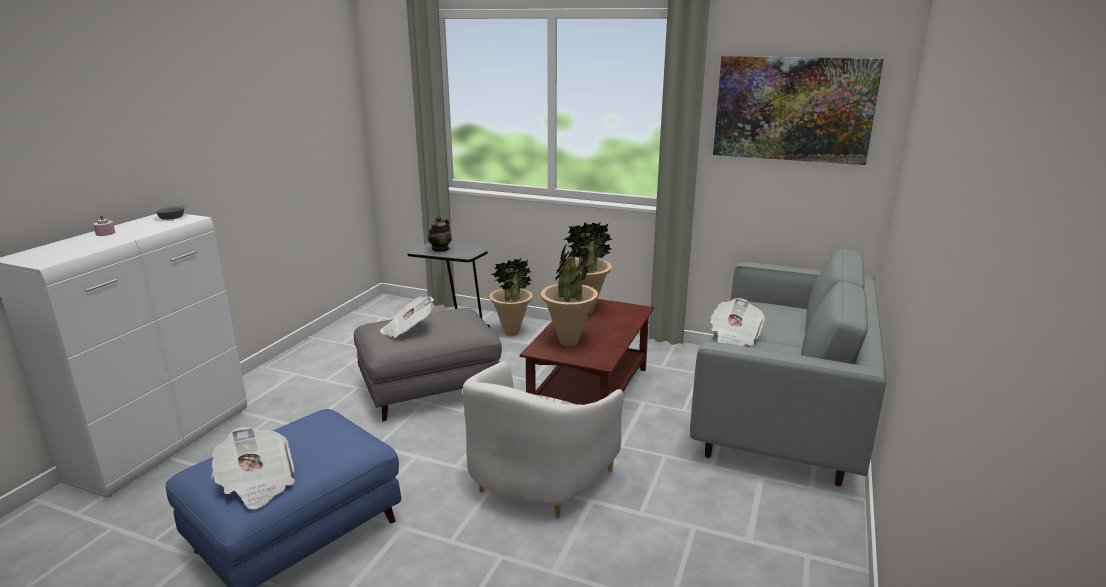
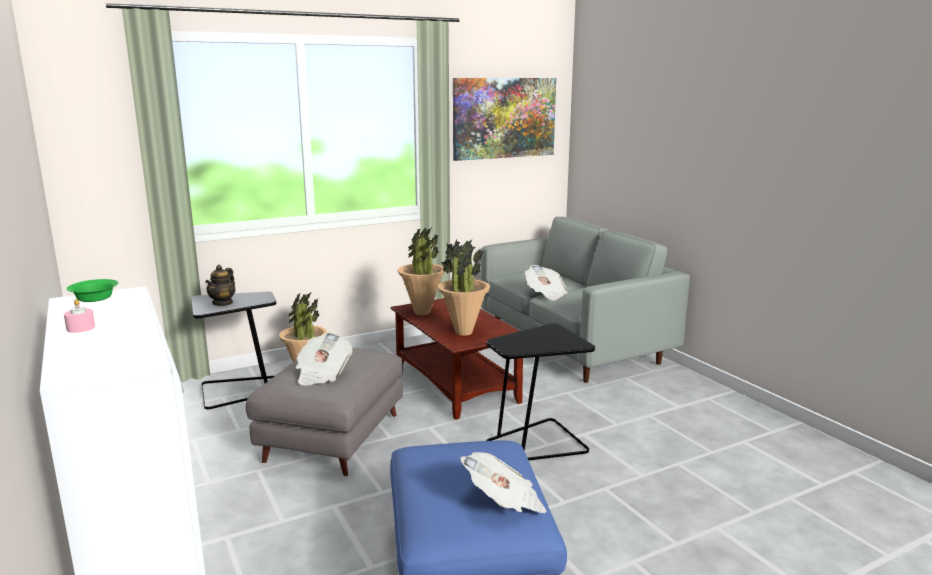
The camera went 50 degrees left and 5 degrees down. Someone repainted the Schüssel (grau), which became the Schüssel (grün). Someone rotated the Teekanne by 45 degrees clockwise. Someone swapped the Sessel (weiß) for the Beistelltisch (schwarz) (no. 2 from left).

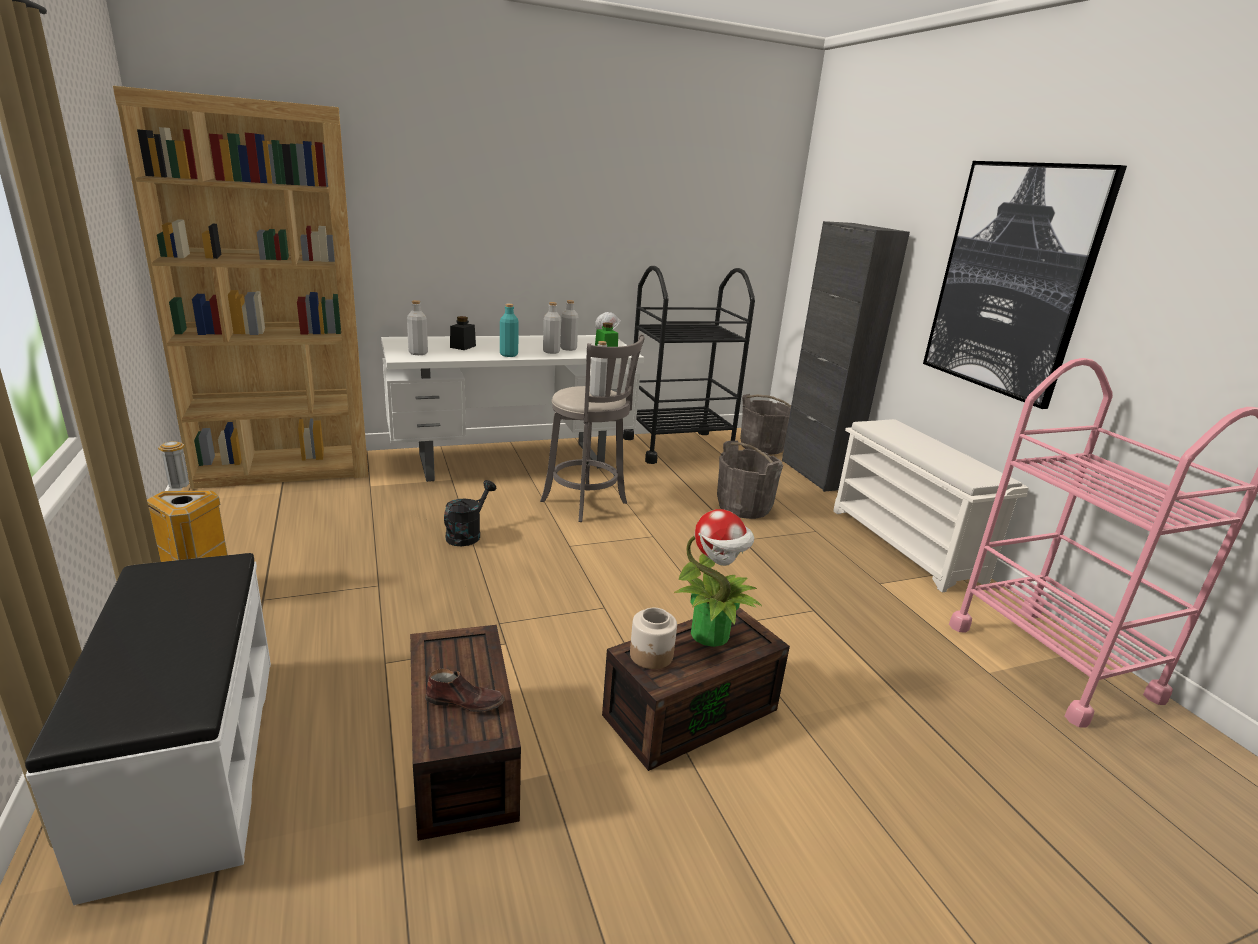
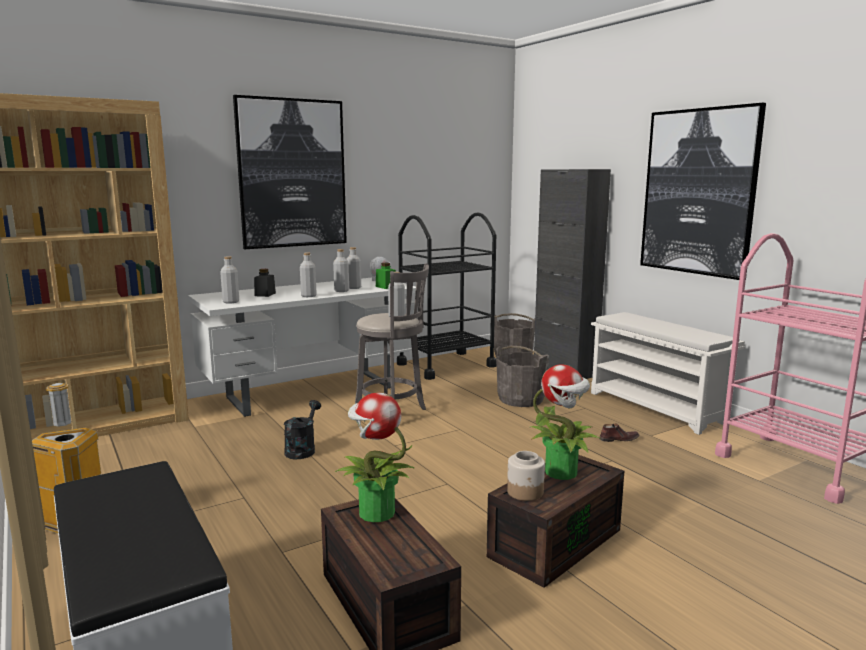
The camera went 10 degrees left and 10 degrees down. Someone carried the Schuh (braun). Someone repainted the Flasche (türkis), which became the Flasche (grau) (no. 2 from left). Someone put up the Bild (no. 1 from left). Someone put down the Topfpflanze (no. 1 from left).

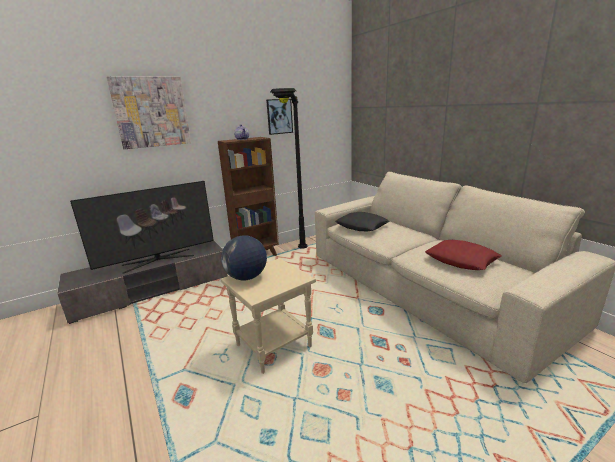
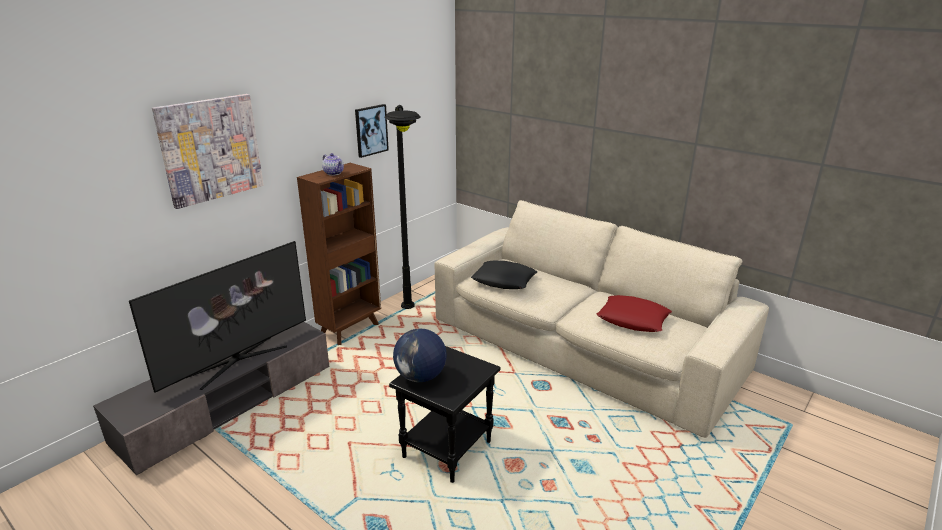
The camera went 20 degrees left and 5 degrees up. Someone repainted the Beistelltisch (beige), which became the Beistelltisch (schwarz).

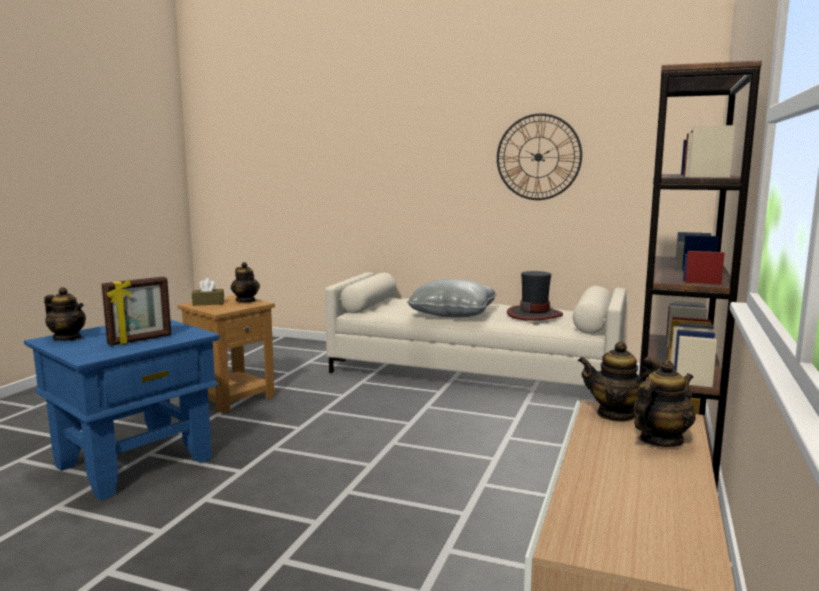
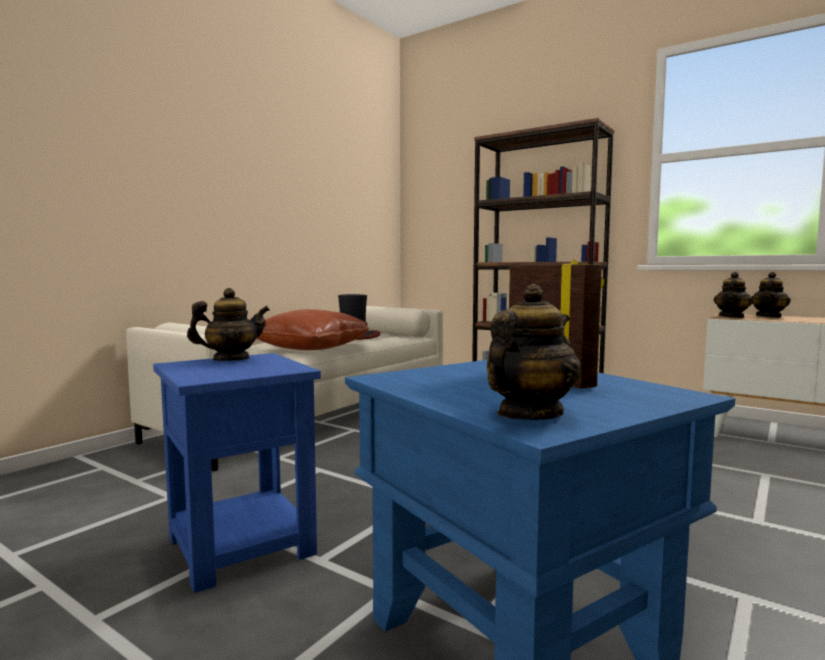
The camera went 75 degrees left and 5 degrees down. Someone repainted the Beistelltisch (braun), which became the Beistelltisch (blau) (no. 1 from left). Someone took away the Taschentuchbox (braun). Someone repainted the Kissen (grau), which became the Kissen (braun). Someone took away the Wanduhr. Someone rotated the Teekanne (no. 4 from left) by 120 degrees counterclockwise.

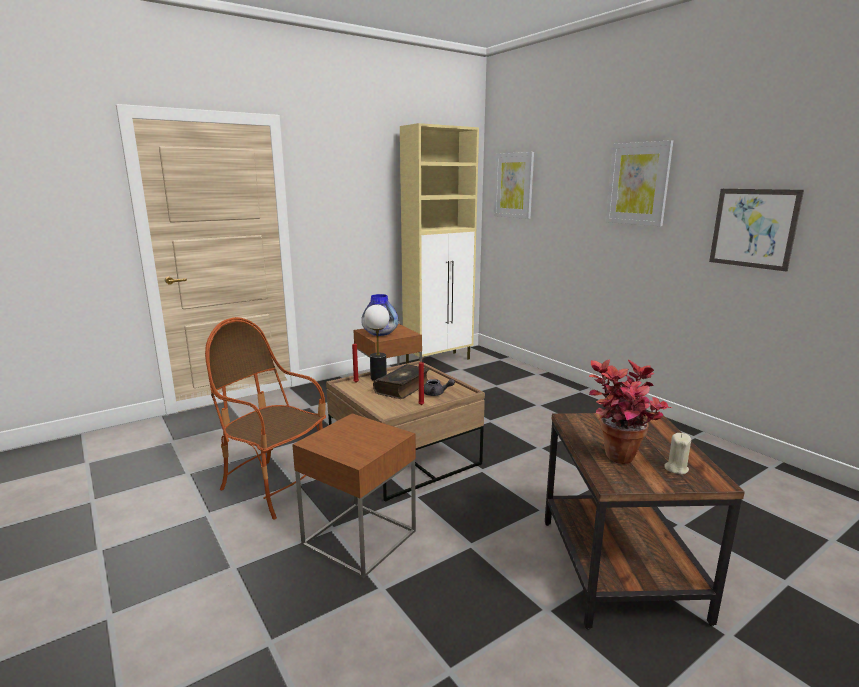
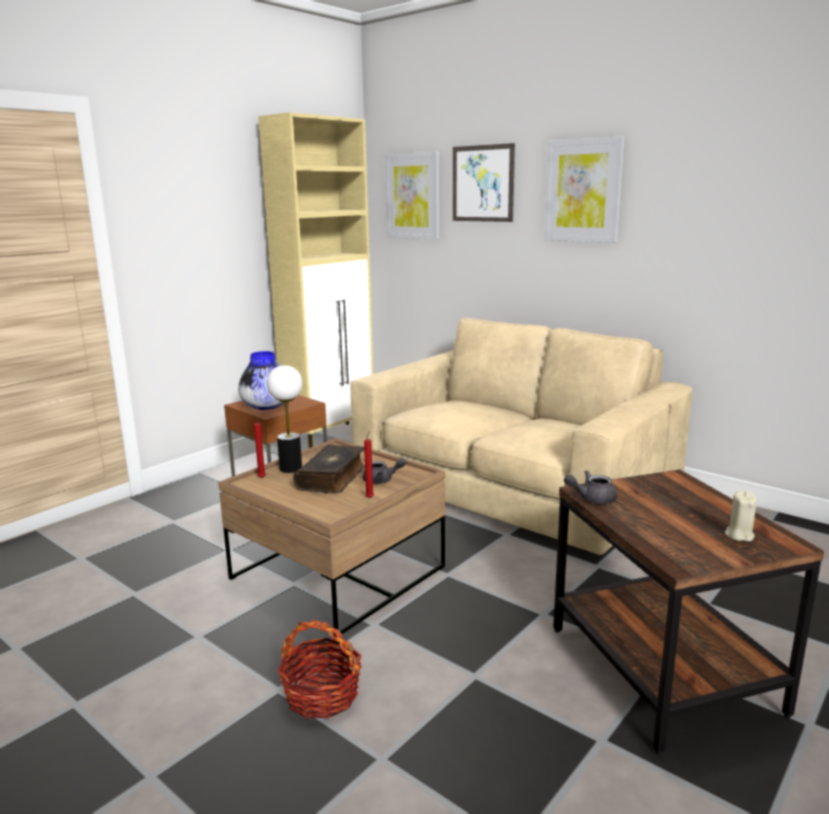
The camera went 15 degrees left and 0 degrees up. Someone took away the Sessel. Someone swapped the Beistelltisch (braun) (no. 1 from left) for the Korb. Someone took away the Topfpflanze. Someone carried the Bild (no. 3 from left in the first image). Someone put down the Sofa (beige). Someone put down the Teekanne (grau) (no. 2 from left).

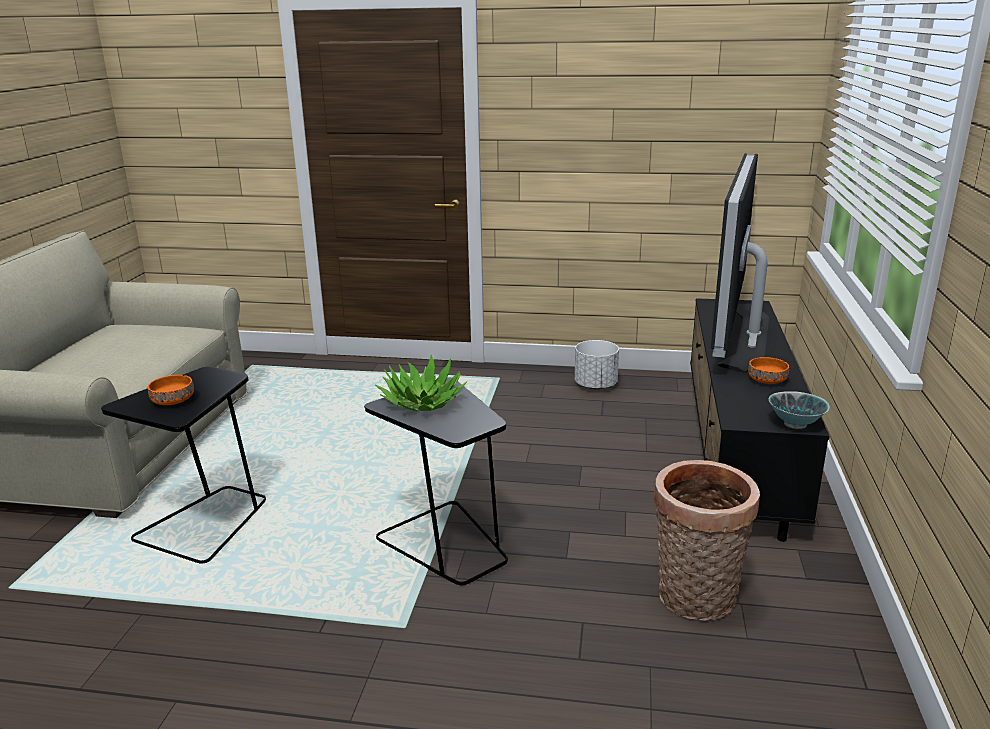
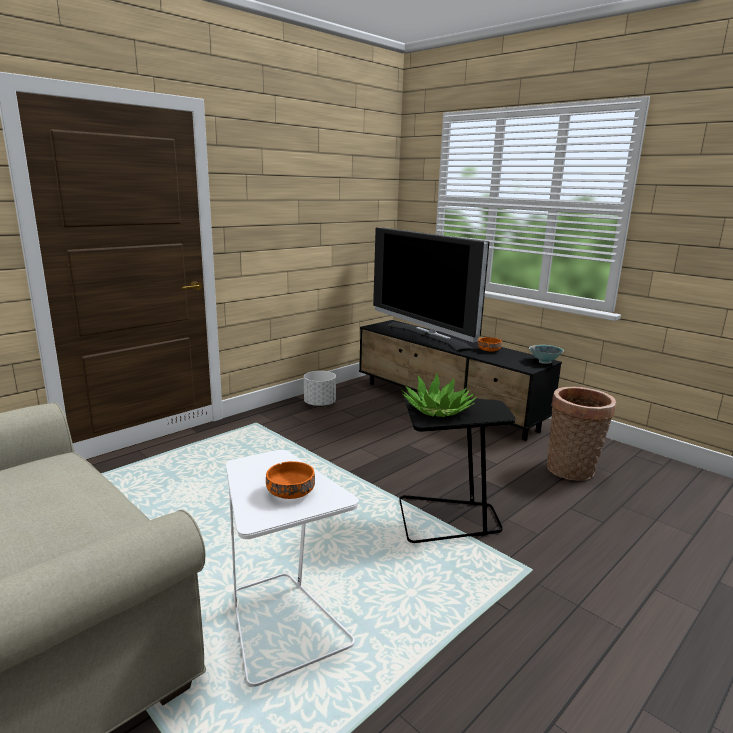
The camera went 55 degrees left and 5 degrees down. Someone repainted the Beistelltisch (schwarz) (no. 1 from left), which became the Beistelltisch (weiß).

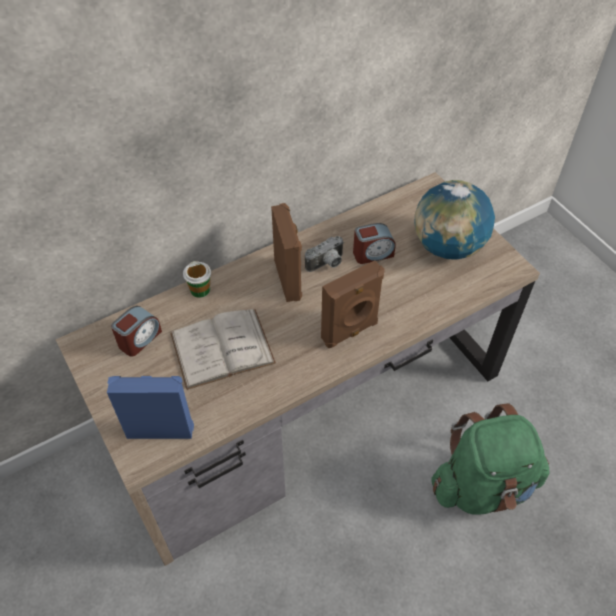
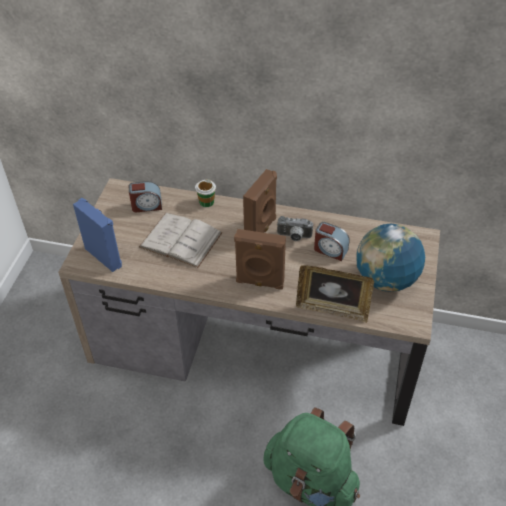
The camera went 45 degrees right and 5 degrees down. Someone put down the Bilderrahmen.

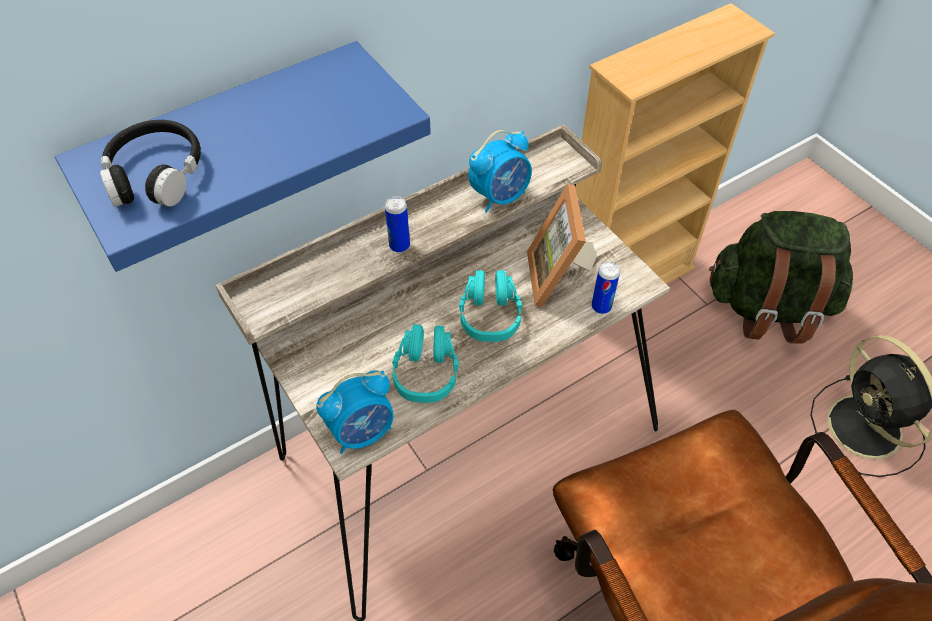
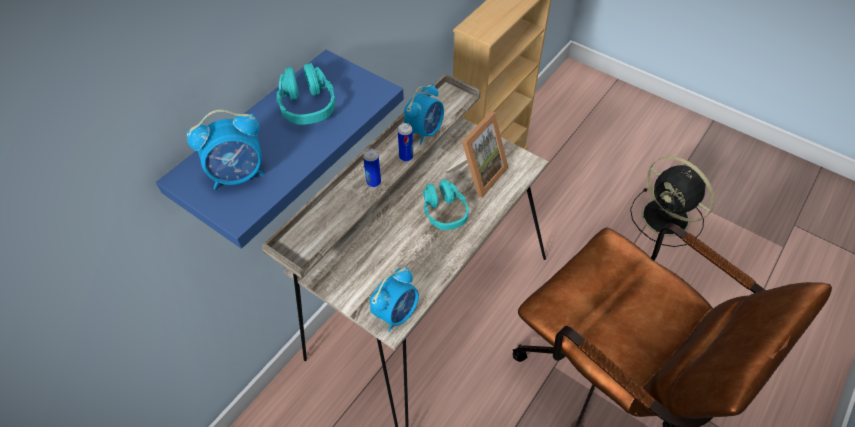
The camera went 20 degrees left and 0 degrees up. Someone swapped the Kopfhörer (schwarz) for the Wecker (no. 1 from left). Someone carried the Kopfhörer (türkis) (no. 1 from left). Someone rotated the Bilderrahmen by 120 degrees counterclockwise. Someone carried the Dose (no. 2 from left). Someone took away the Rucksack (grün).

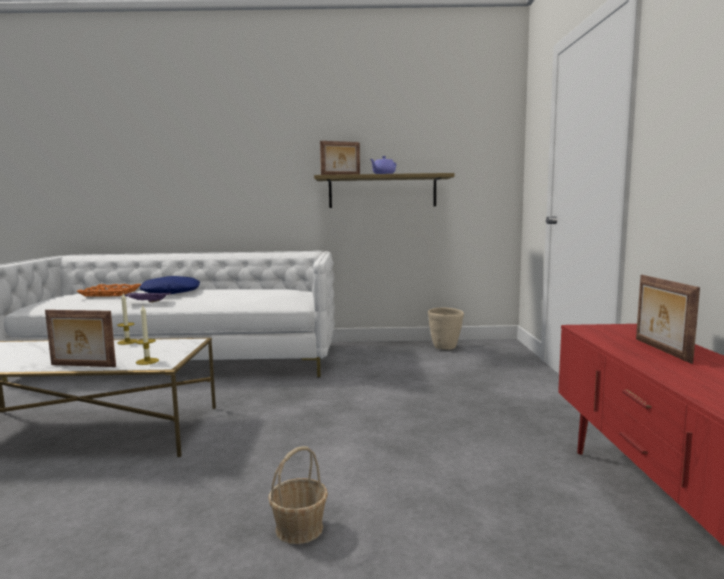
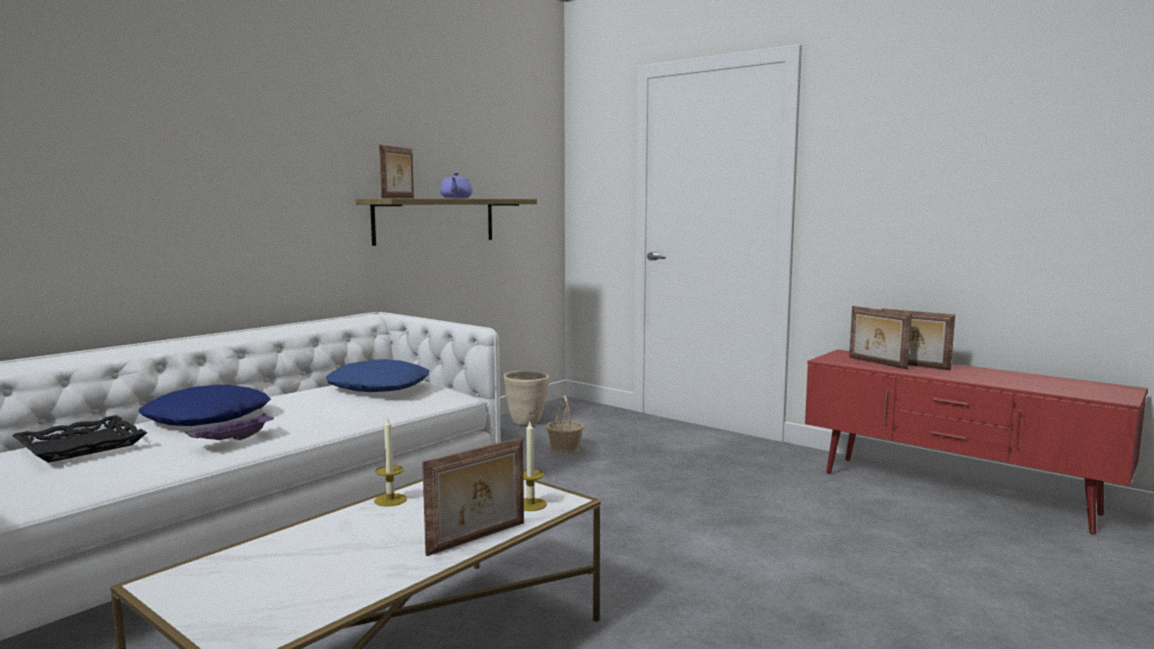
The camera went 50 degrees left and 0 degrees up. Someone repainted the Tablett (orange), which became the Tablett (schwarz). Someone carried the Korb. Someone put down the Kissen (blau) (no. 2 from left). Someone put down the Bilderrahmen (no. 3 from left).

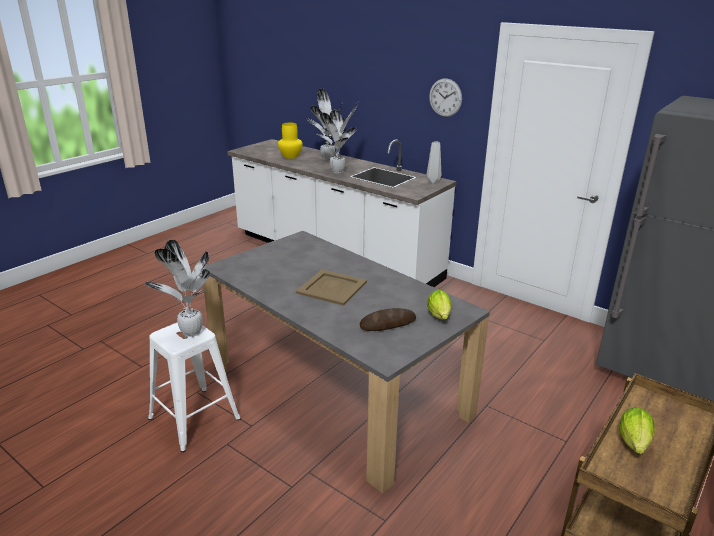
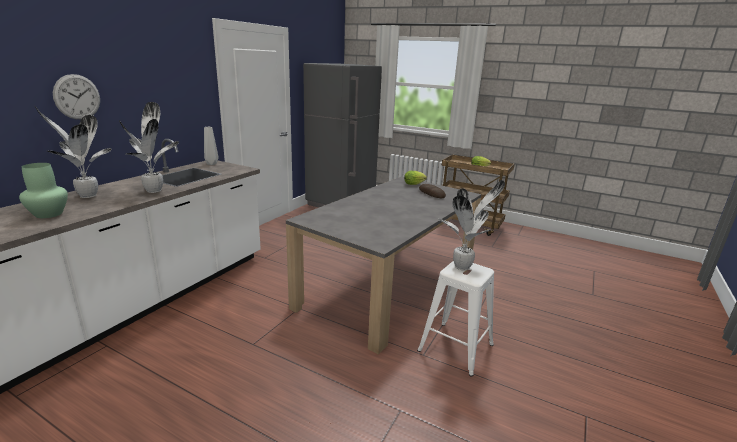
The camera went 100 degrees left and 5 degrees down. Someone repainted the Vase (gelb), which became the Vase (grün). Someone took away the Tablett (beige). Someone carried the Wanduhr.

